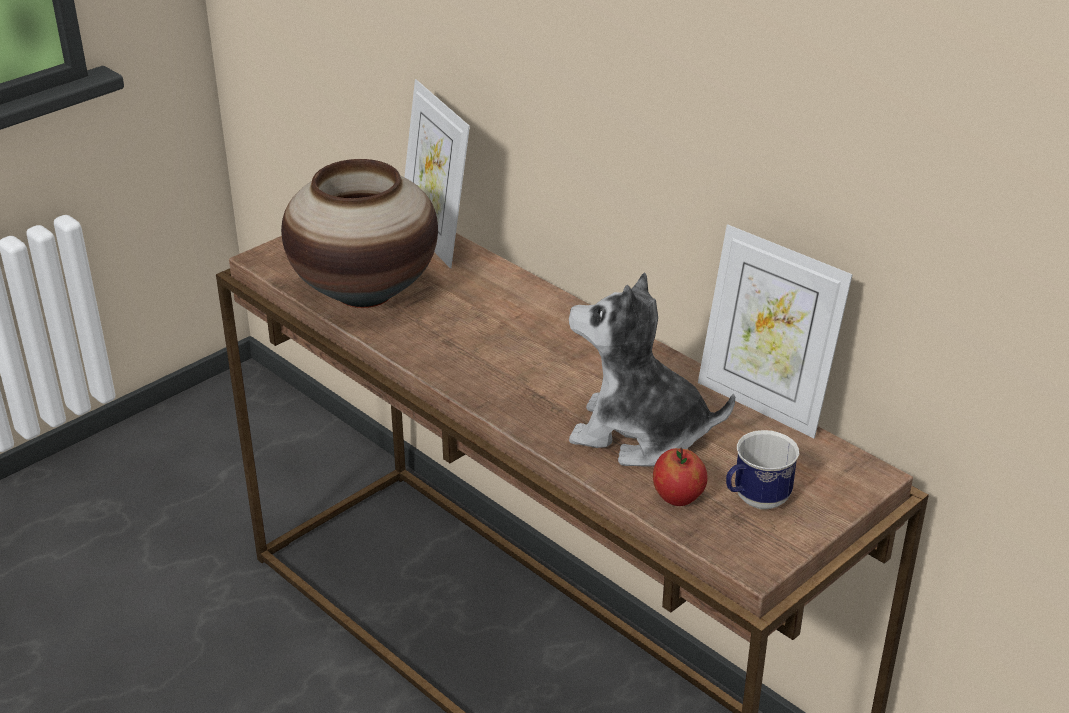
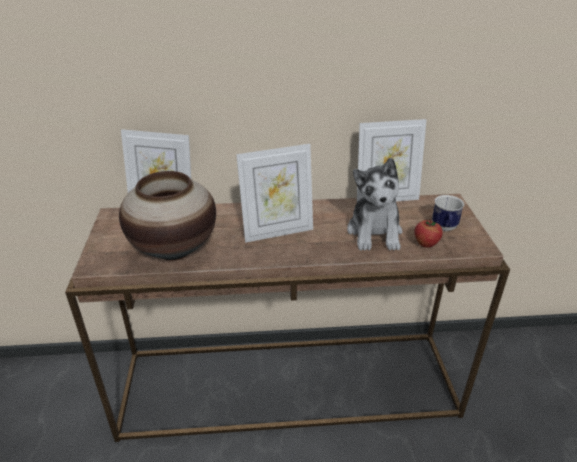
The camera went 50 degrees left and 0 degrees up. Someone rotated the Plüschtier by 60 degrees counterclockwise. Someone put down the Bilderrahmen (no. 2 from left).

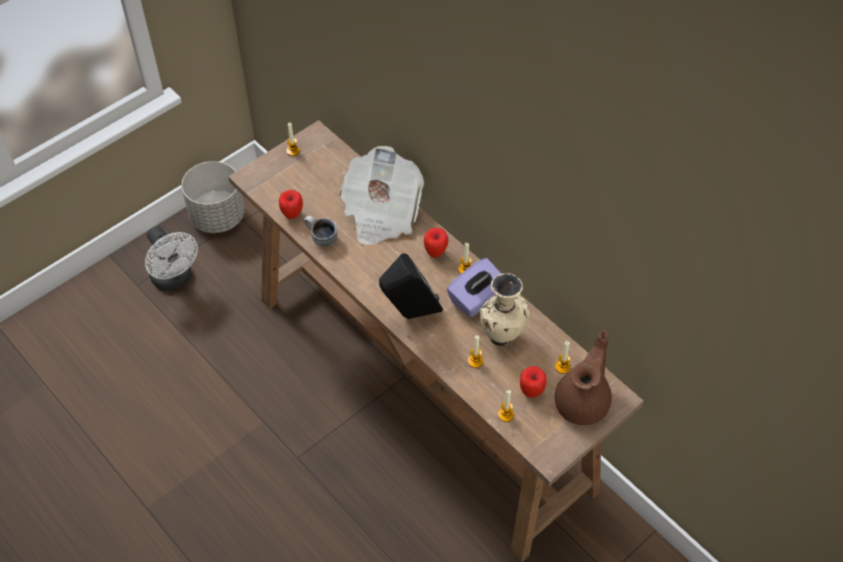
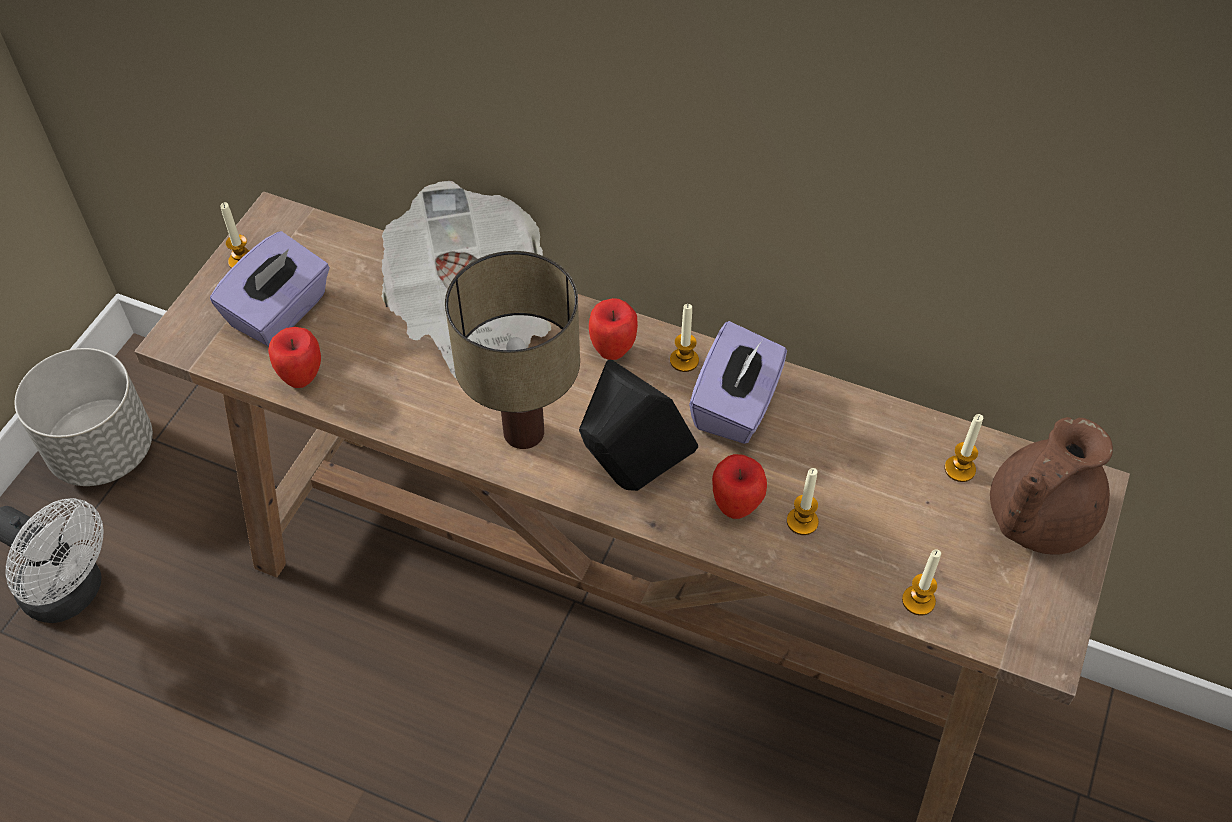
The camera went 25 degrees left and 0 degrees up. Someone took away the Henkelbecher. Someone took away the Vase (beige). Someone carried the Apfel (no. 3 from left). Someone rotated the Teekanne (braun) by 135 degrees counterclockwise. Someone put down the Taschentuchbox (lila) (no. 1 from left). Someone put down the Tischlampe.

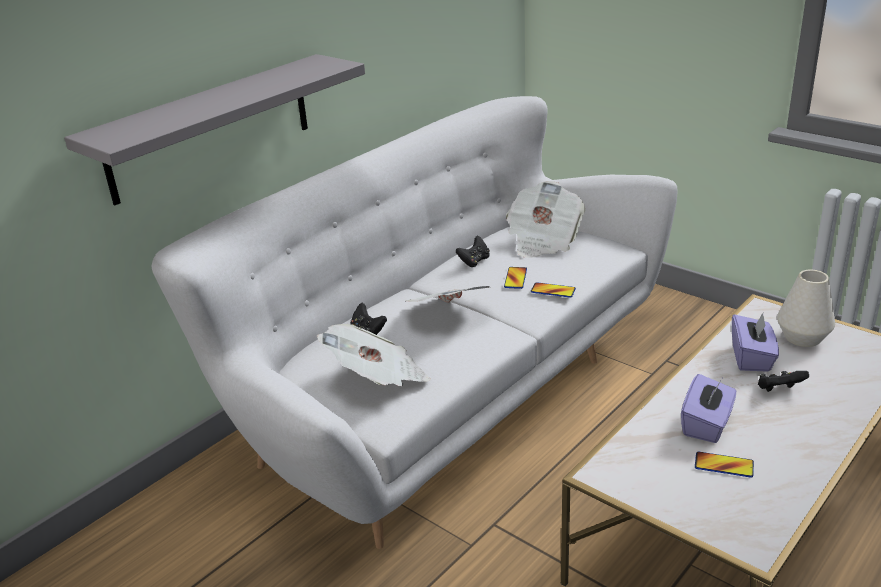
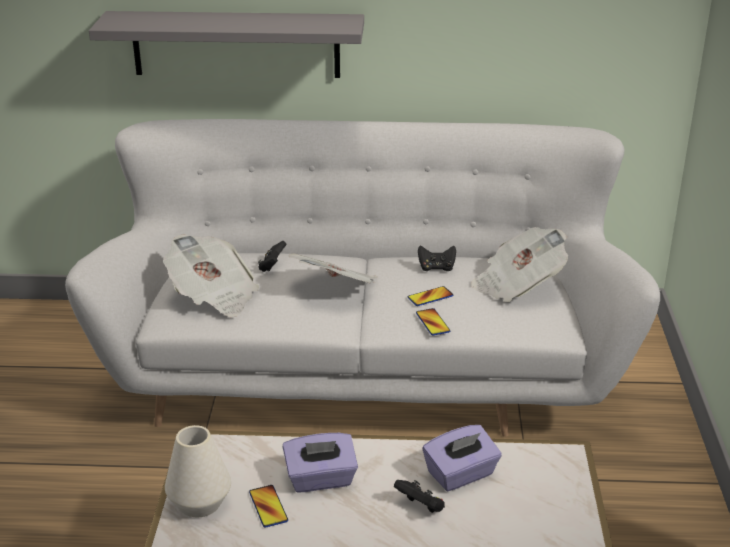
The camera went 50 degrees right and 0 degrees up. Someone carried the Vase (weiß).

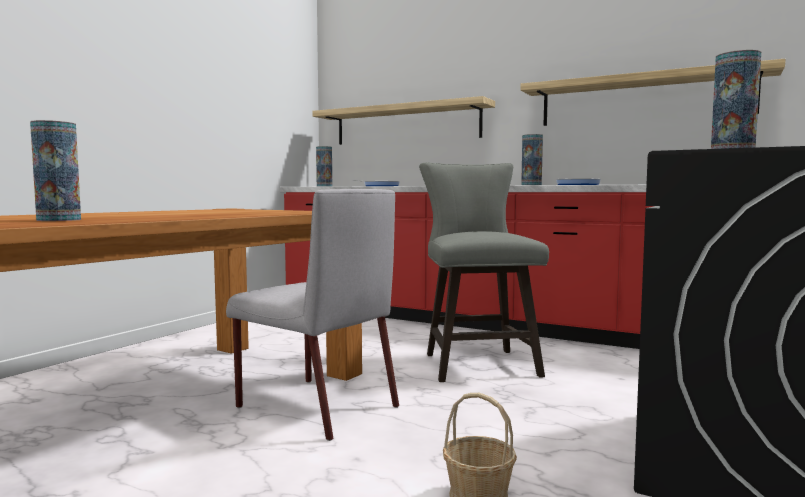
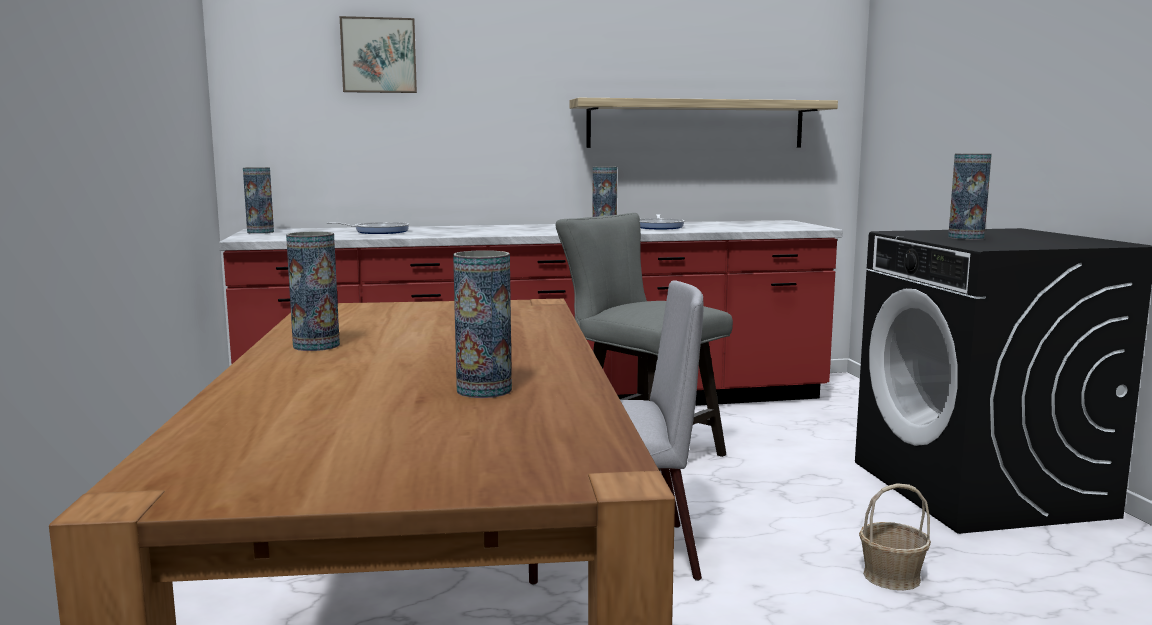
The camera went 40 degrees left and 5 degrees up. Someone took away the Wandregal (no. 1 from left). Someone put down the Vase (no. 2 from left). Someone put up the Bild.

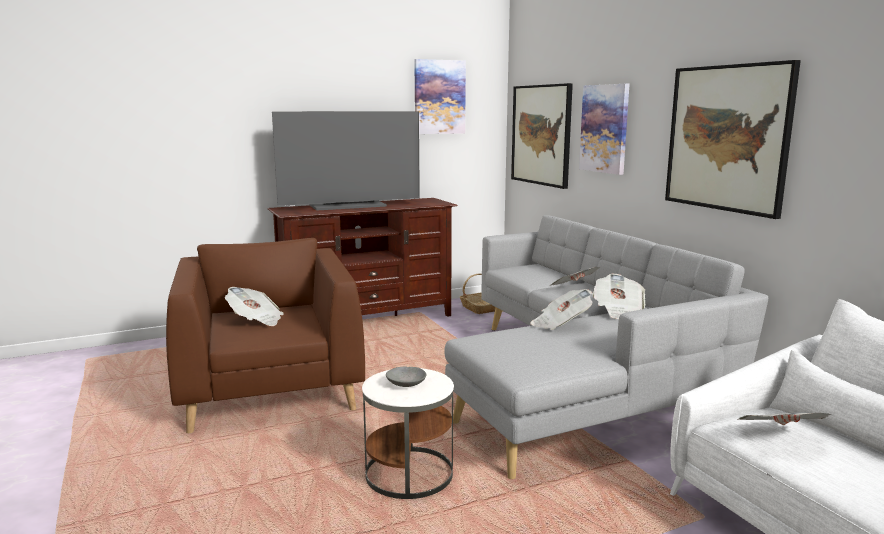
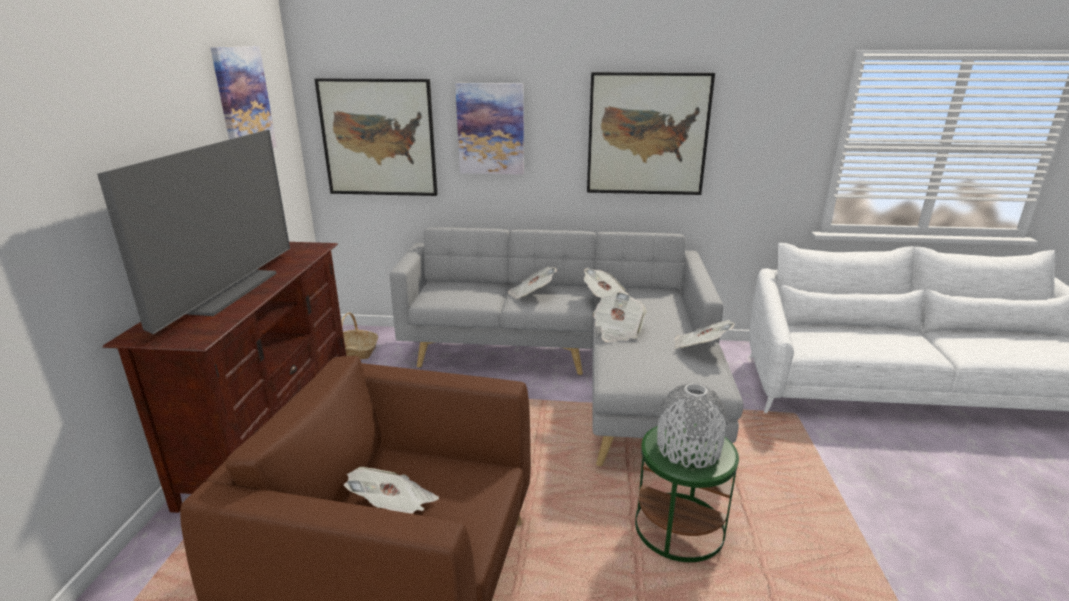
The camera went 60 degrees left and 10 degrees up. Someone repainted the Beistelltisch (weiß), which became the Beistelltisch (grün). Someone swapped the Schüssel (grau) for the Vase (grau). Someone carried the Zeitung (no. 5 from left).

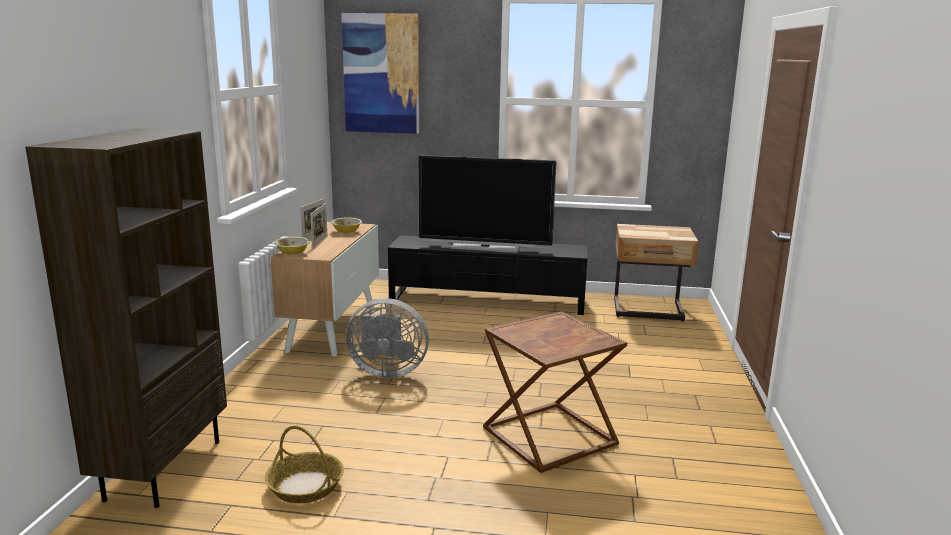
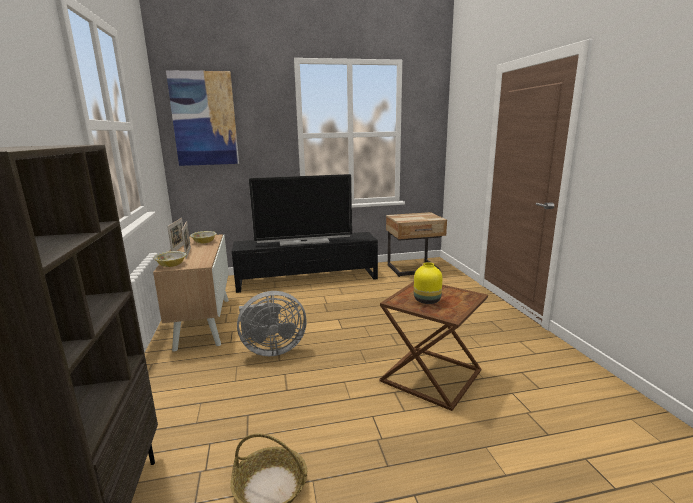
The camera went 20 degrees left and 0 degrees up. Someone put down the Vase (gelb).

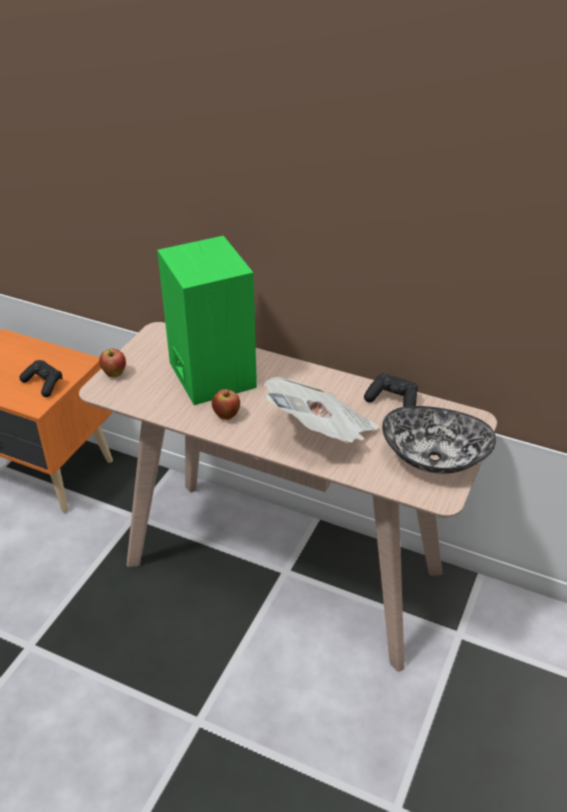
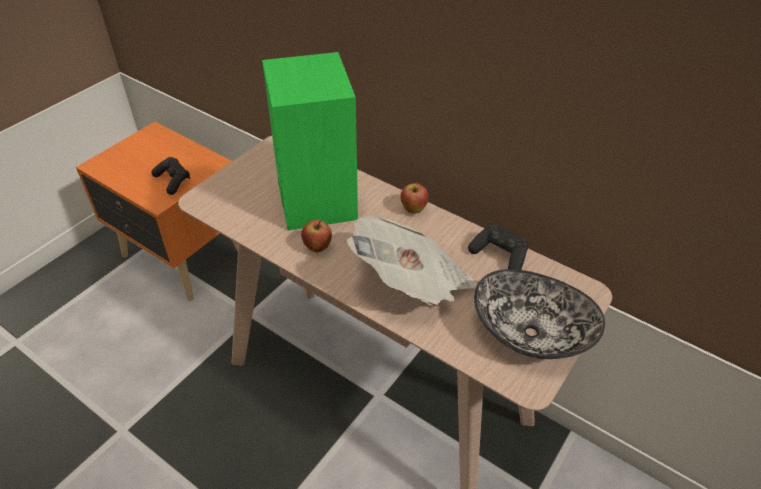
The camera went 10 degrees right and 5 degrees up. Someone carried the Apfel (no. 1 from left in the first image).

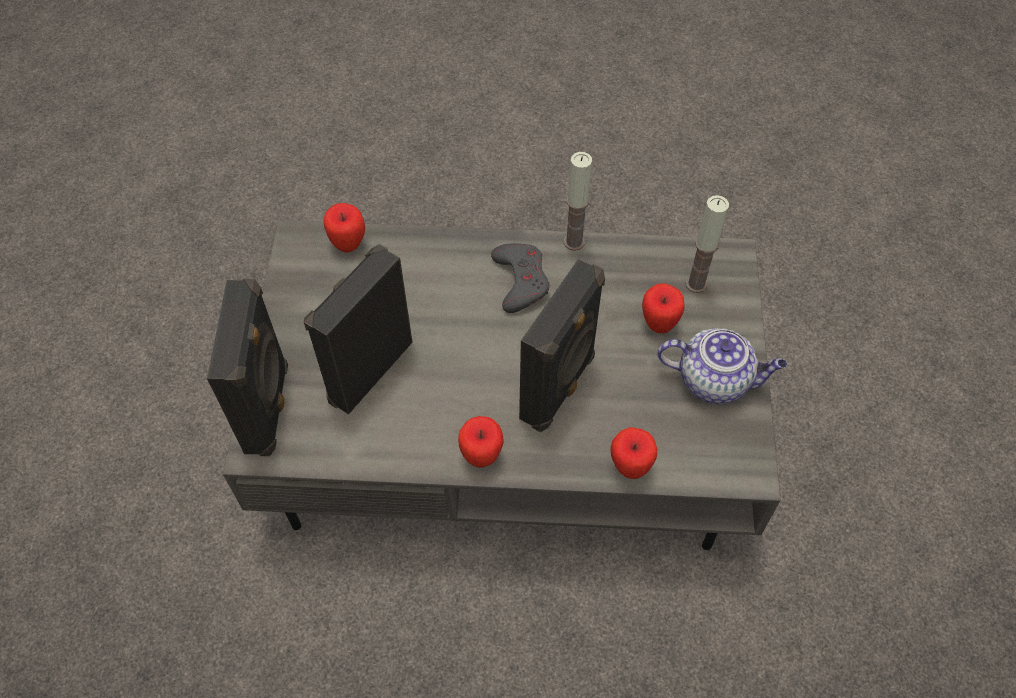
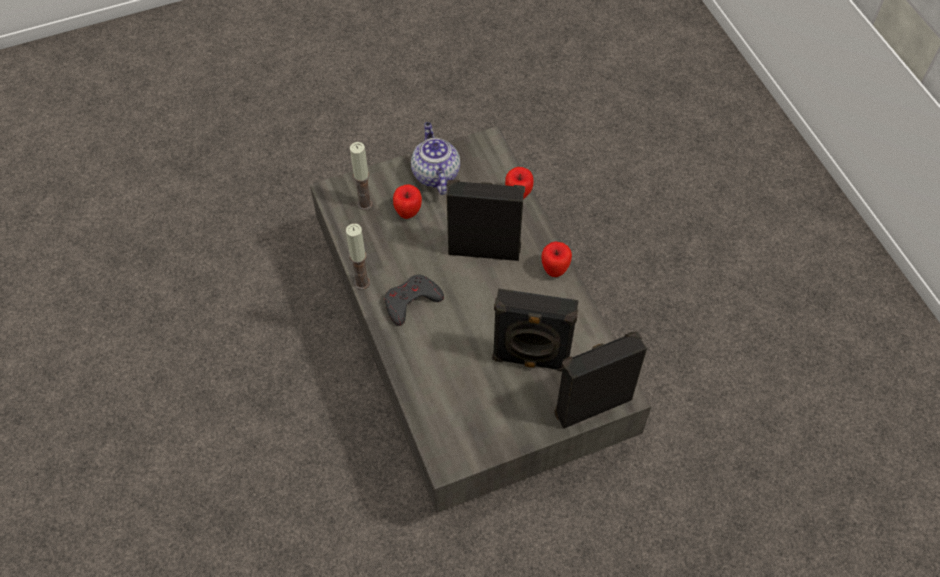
The camera went 115 degrees left and 0 degrees up. Someone took away the Apfel (no. 1 from left).

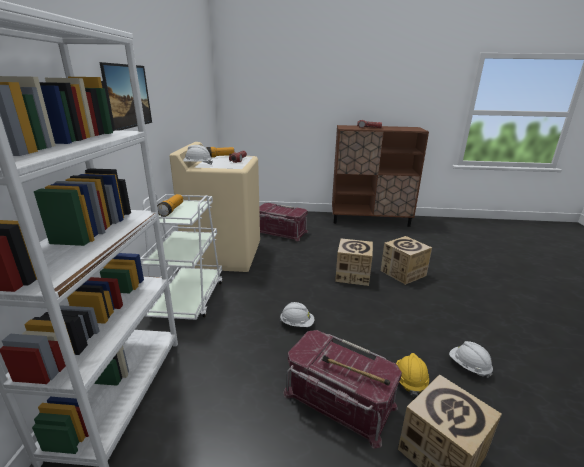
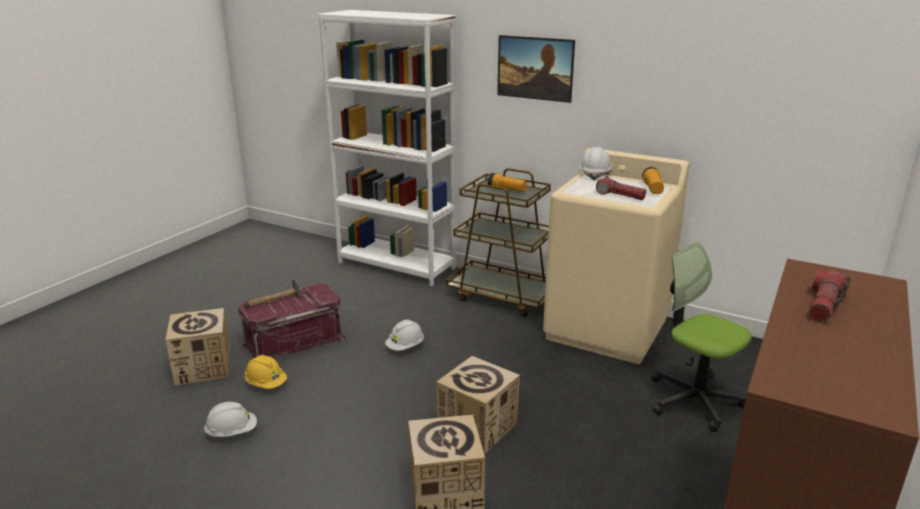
The camera went 115 degrees right and 0 degrees up. Someone repainted the Rollwagen (weiß), which became the Rollwagen (braun). Someone swapped the Aufbewahrungsbox (rot) (no. 1 from left) for the Bürostuhl.

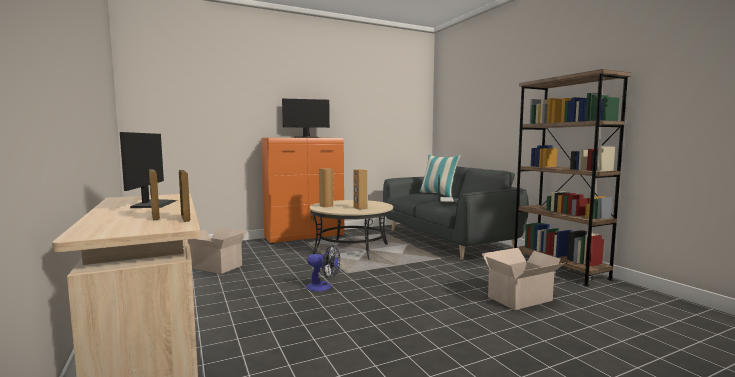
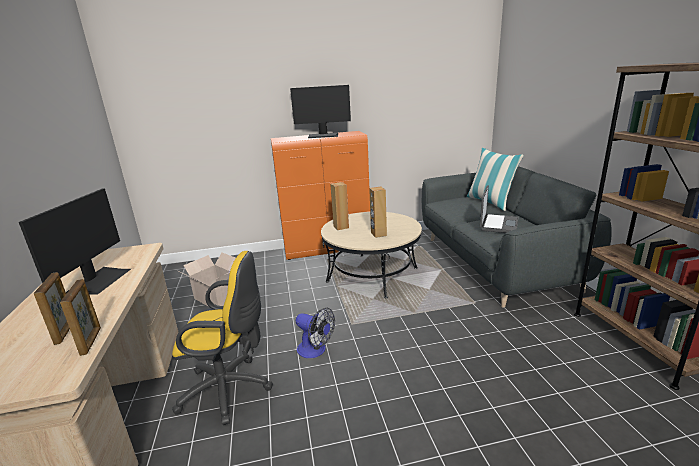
The camera went 15 degrees right and 15 degrees up. Someone took away the Karton (no. 2 from left). Someone put down the Bürostuhl (gelb).

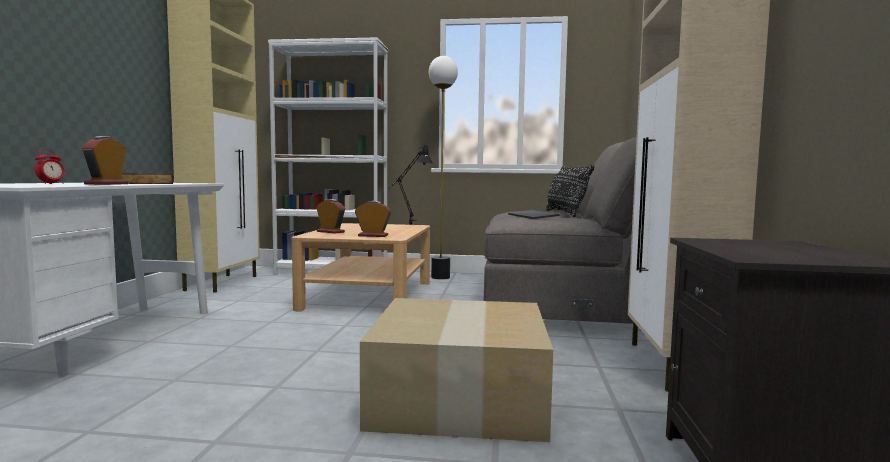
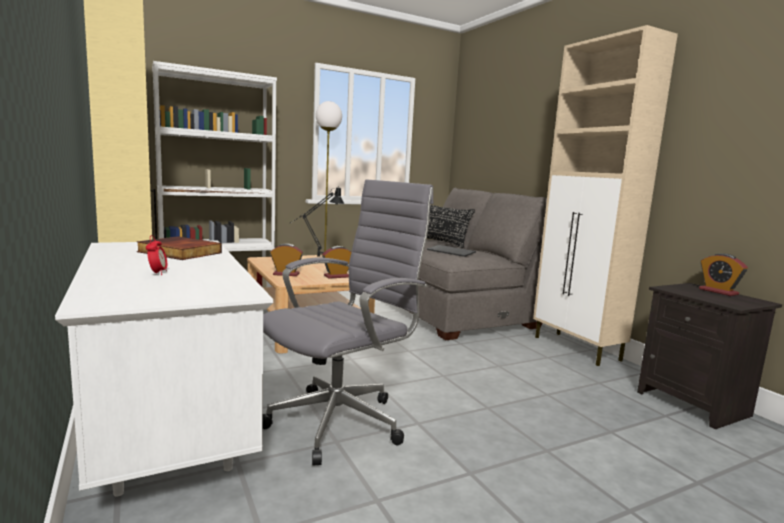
The camera went 35 degrees left and 5 degrees up. Someone carried the Wecker (no. 2 from left in the first image). Someone took away the Karton. Someone put down the Bürostuhl (grau).

